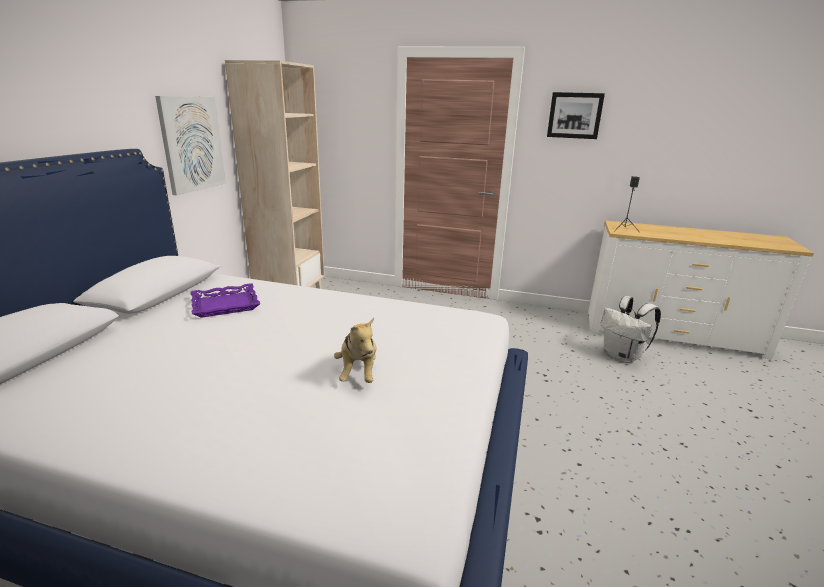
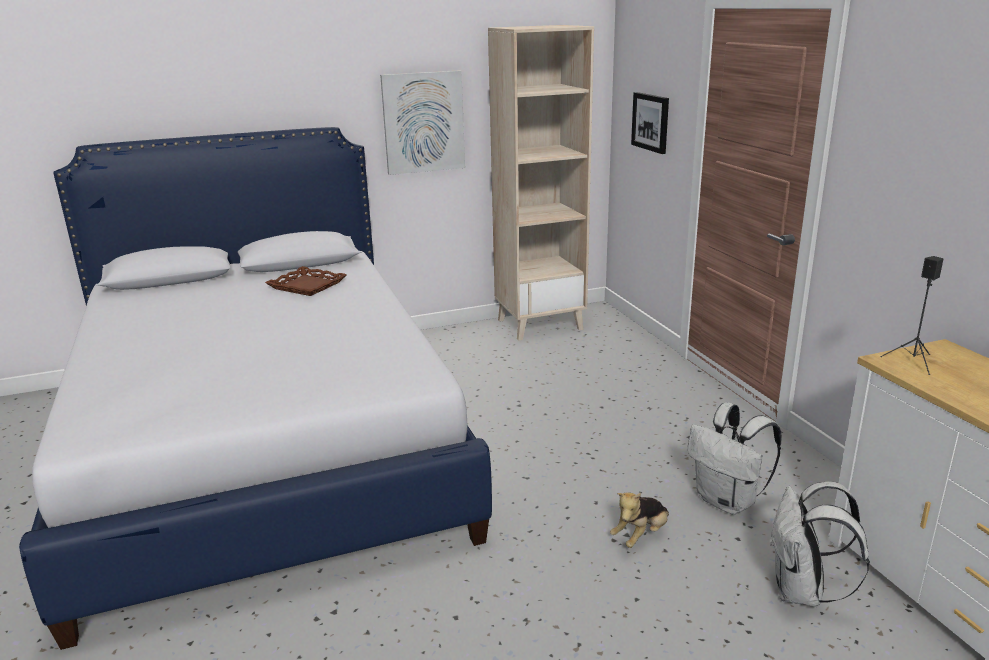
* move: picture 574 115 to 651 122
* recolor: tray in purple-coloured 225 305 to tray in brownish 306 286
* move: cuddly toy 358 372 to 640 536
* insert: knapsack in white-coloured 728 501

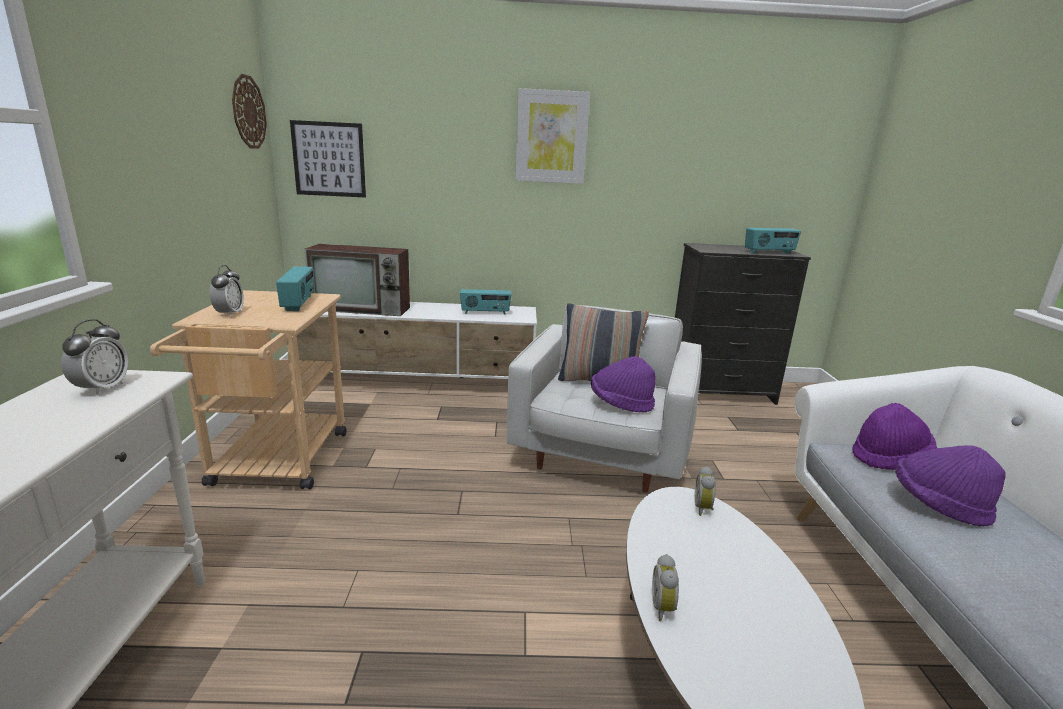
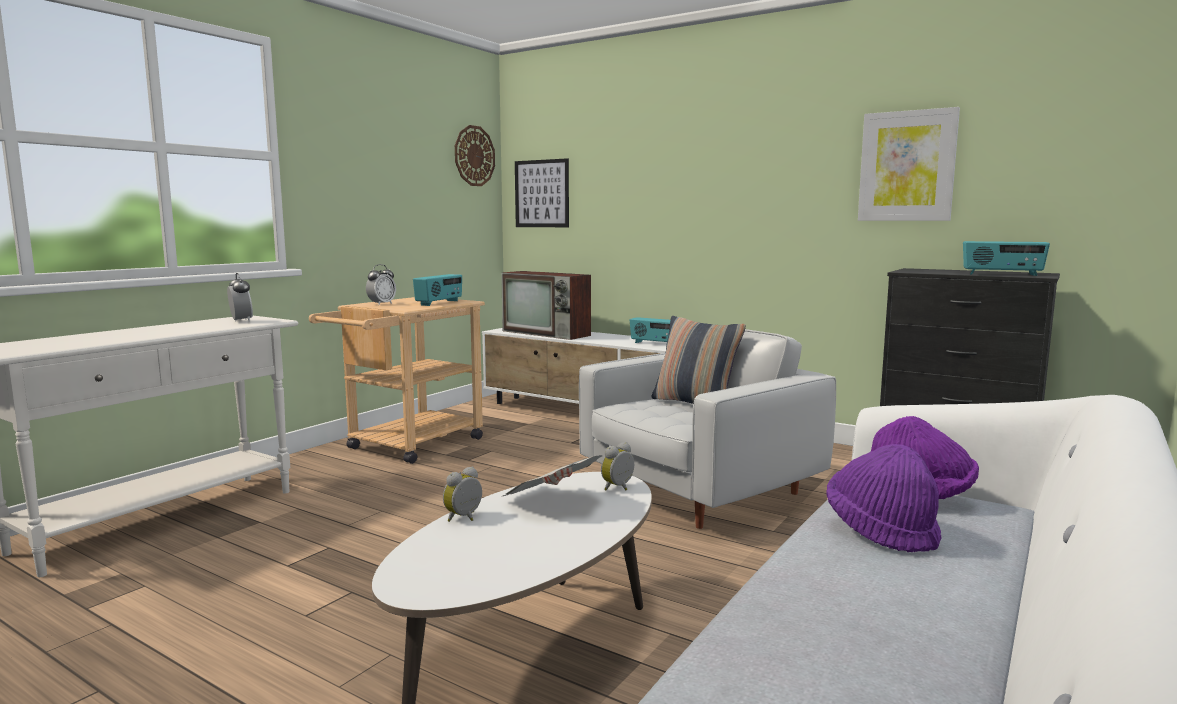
* move: picture 551 137 to 907 166
* rotate: bedside clock 102 388 = 241 321 75 degrees counterclockwise
* delete: wearable hat in purple-coloured 620 404
* insert: newspaper 551 502

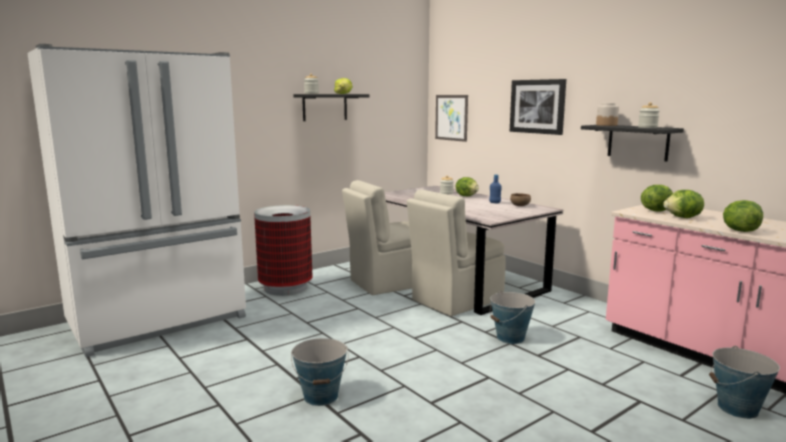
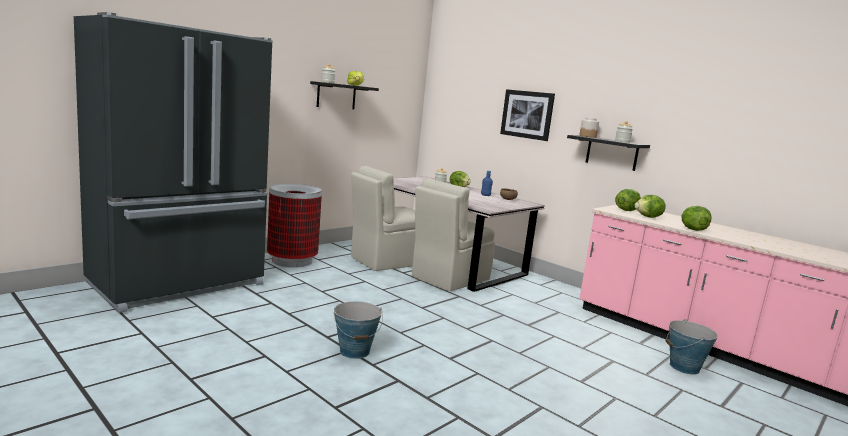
* recolor: kitchen fridge in white-coloured 159 321 to kitchen fridge in blackish 180 284
* delete: picture 451 117
* delete: pail 510 338

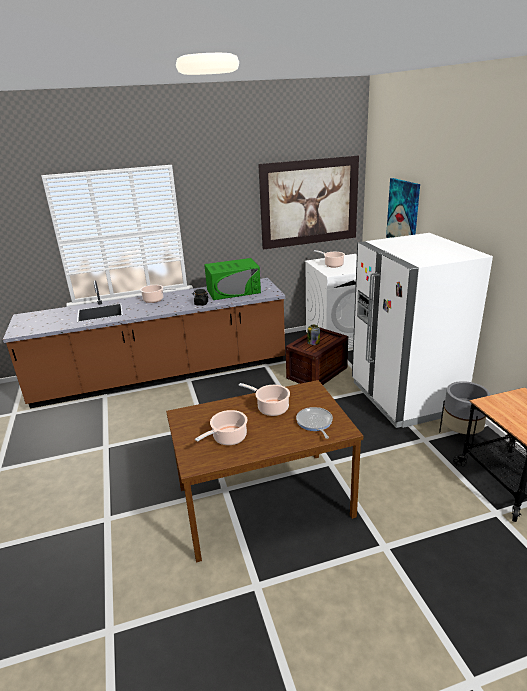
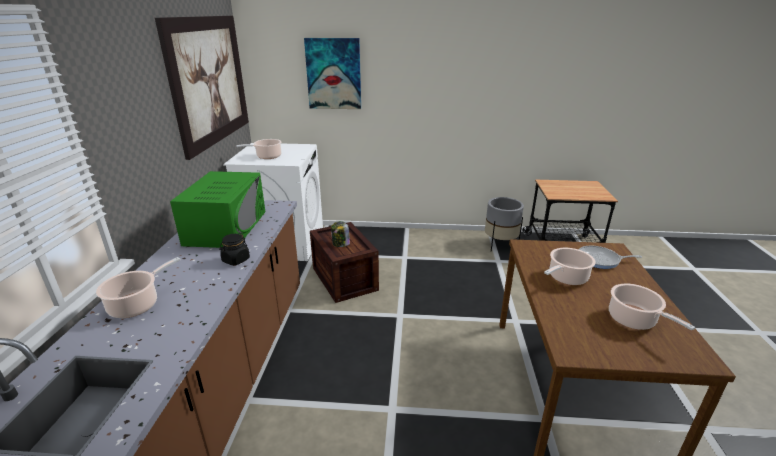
* delete: kitchen fridge in white-coloured 405 397

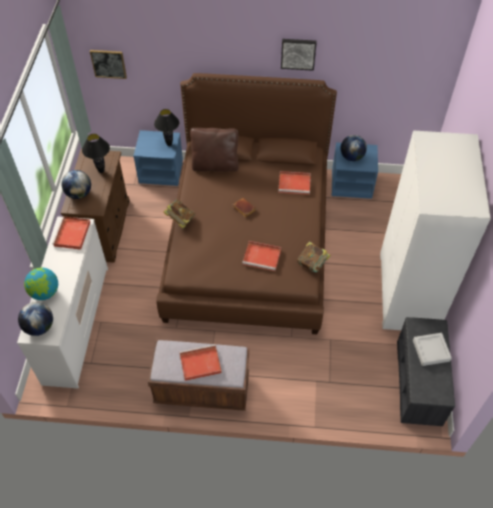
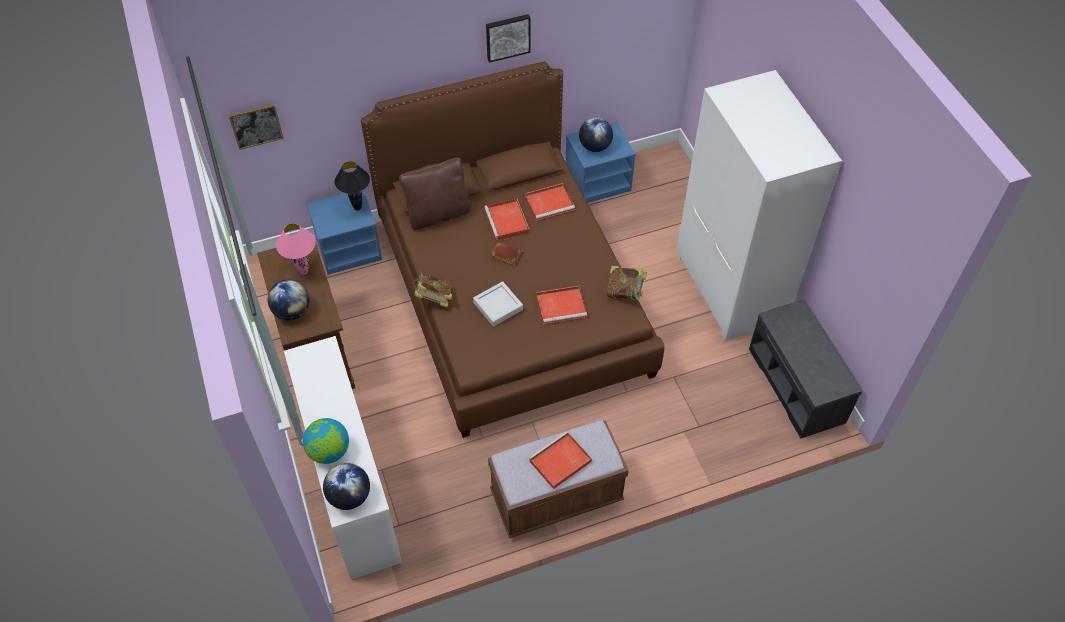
* recolor: tabletop lamp in blackish 101 171 to tabletop lamp in pink-coloured 304 272
* move: tray in reddish 72 235 to 508 221
* move: tray in grey 431 350 to 498 306

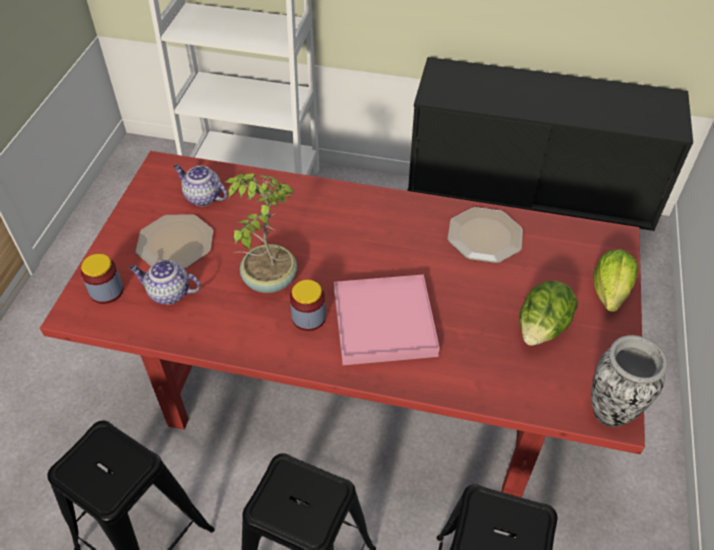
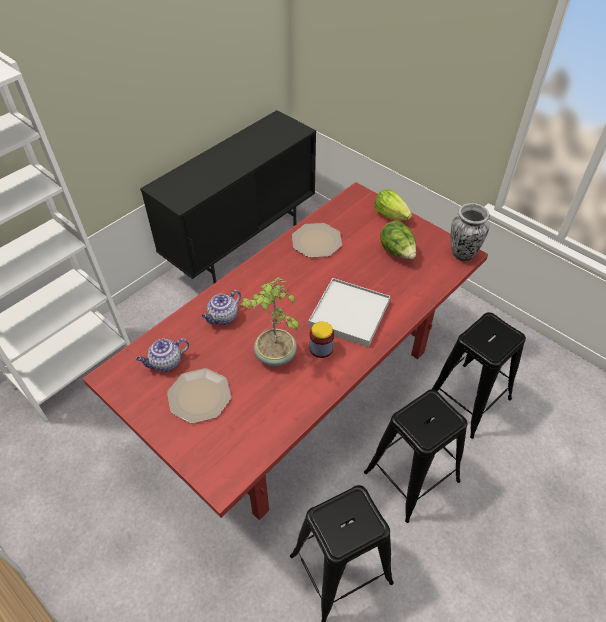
* delete: storage jar 107 291
* move: teapot 168 293 to 223 317
* recolor: tray in pink-coloured 384 323 to tray in white-coloured 349 314

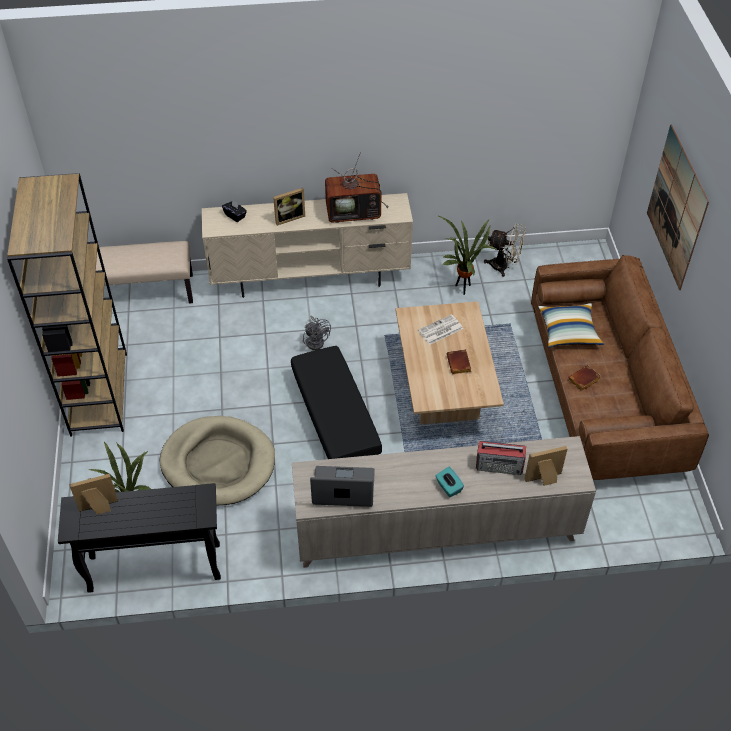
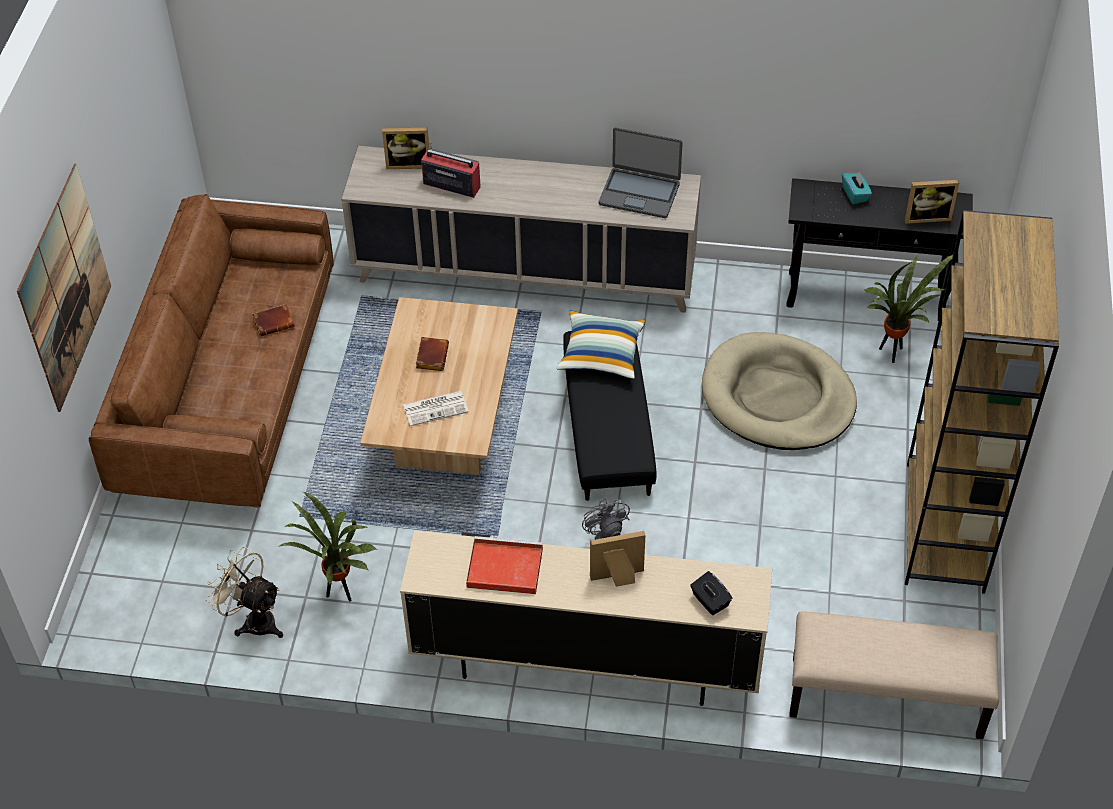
* replace: TV 354 211 to tray in reddish 503 568
* move: pillow 568 332 to 601 354
* move: tissue holder in turquoise-coloured 448 487 to 855 194

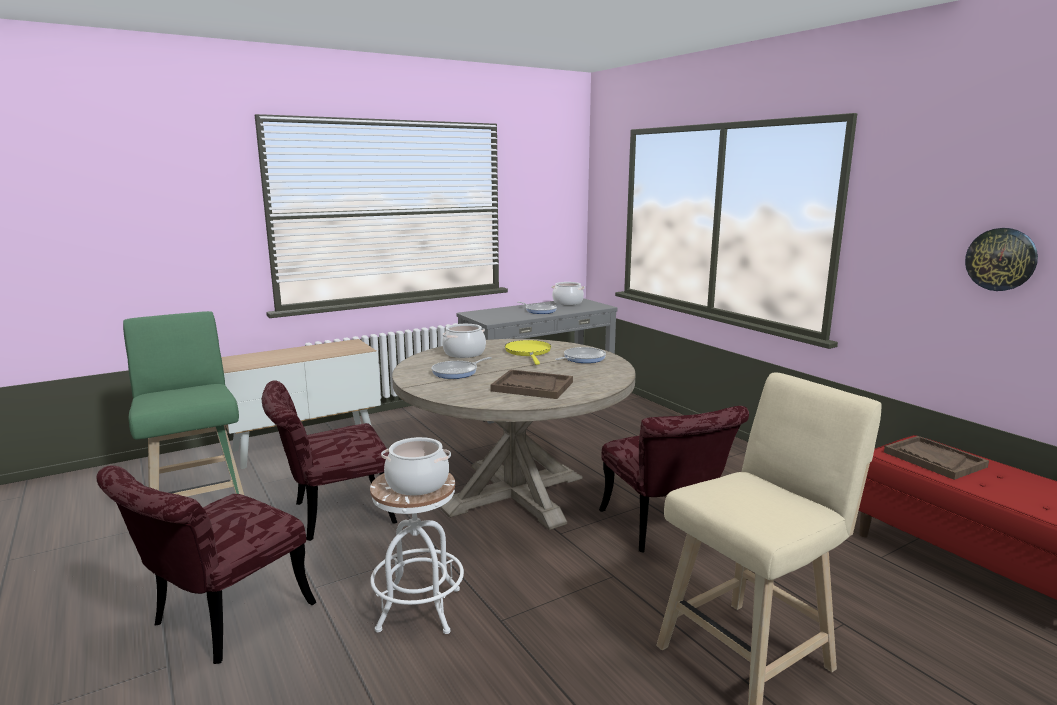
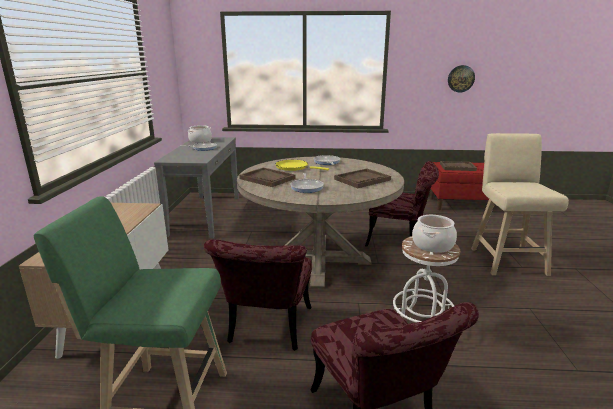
* replace: cooking pot 464 353 to tray in brownish 267 178

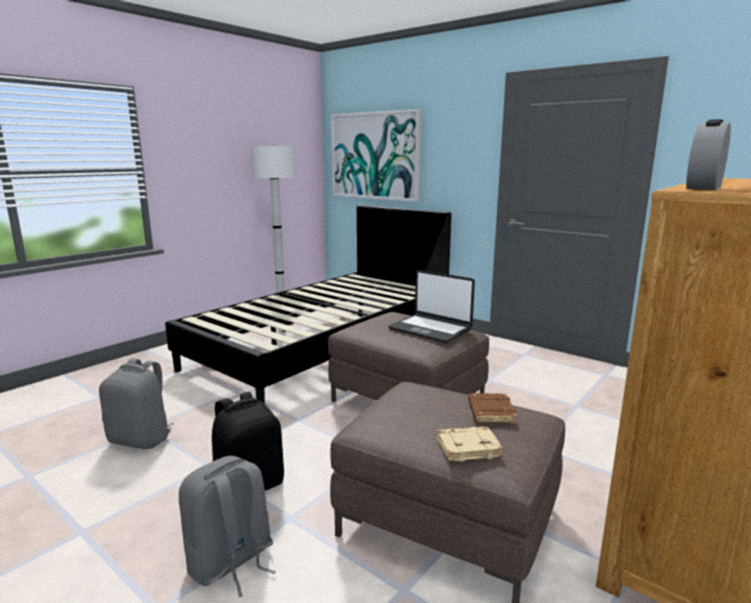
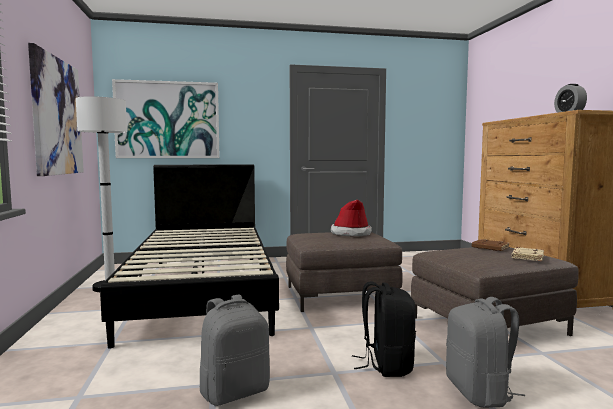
* replace: laptop 430 329 to wearable hat 351 233
* insert: picture 57 116

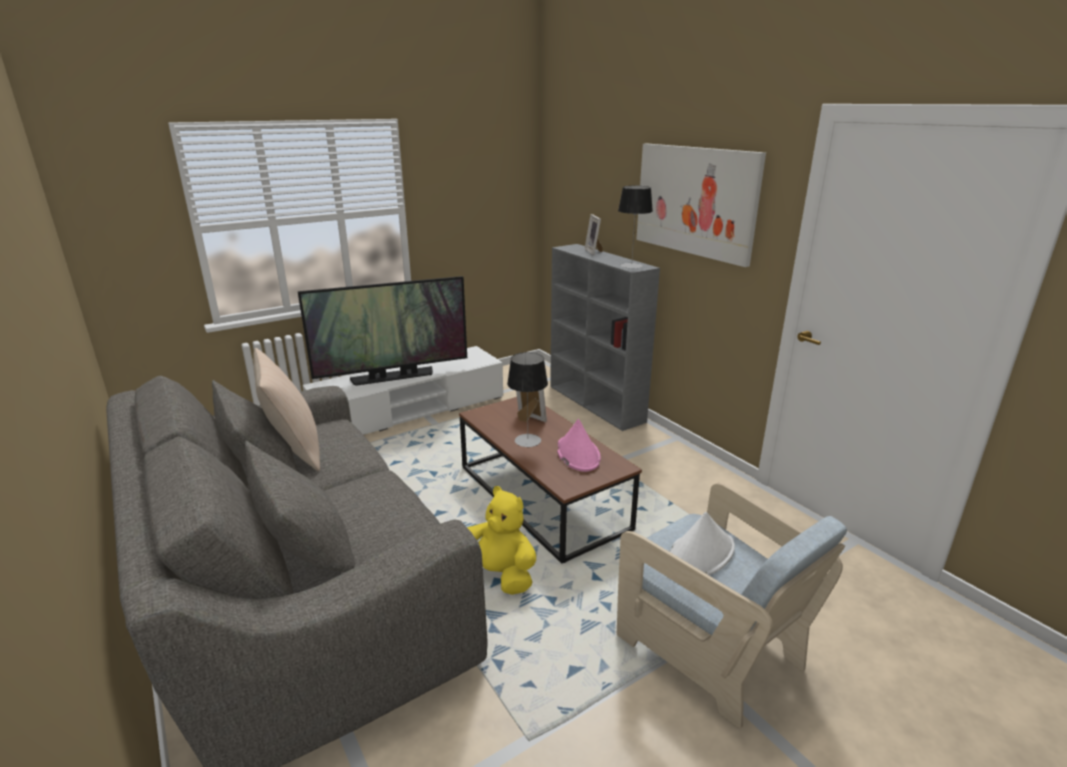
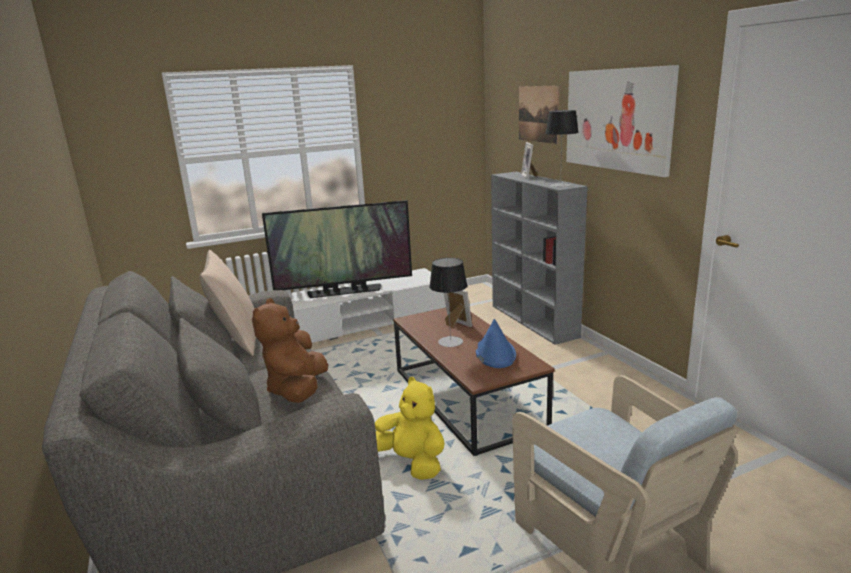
* recolor: wearable hat in pink-coloured 577 454 to wearable hat in blue 495 353
* delete: wearable hat in white-coloured 699 555
* insert: picture 538 114
* insert: cuddly toy in brownish 297 390

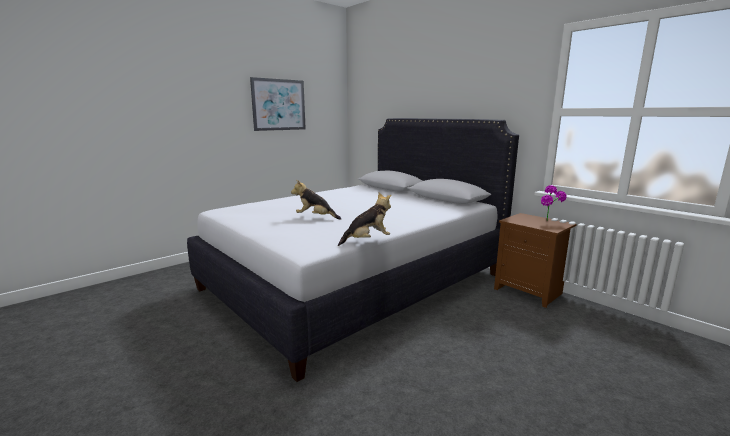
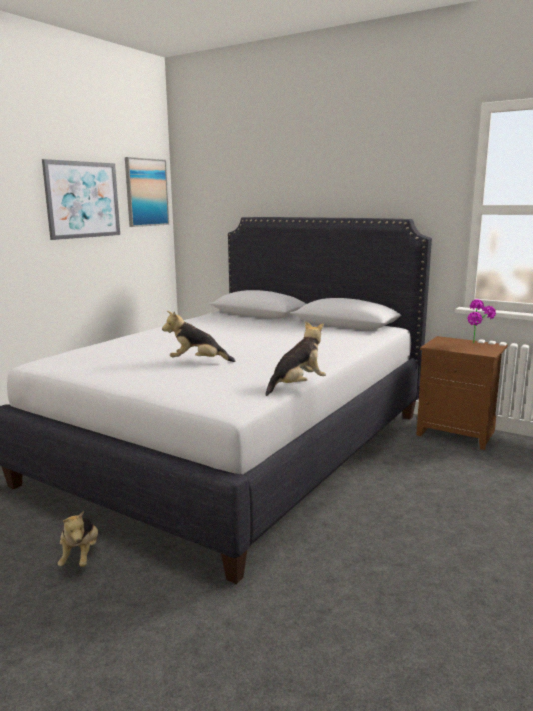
* insert: picture 146 192
* insert: cuddly toy 81 556

